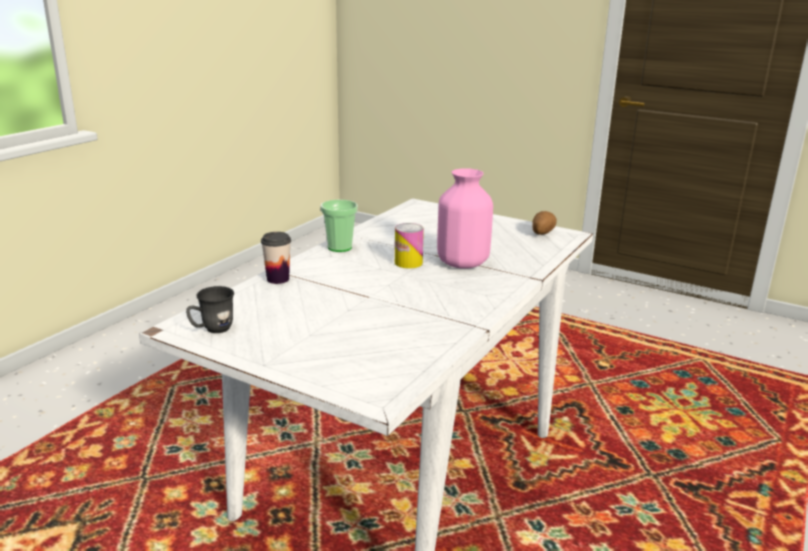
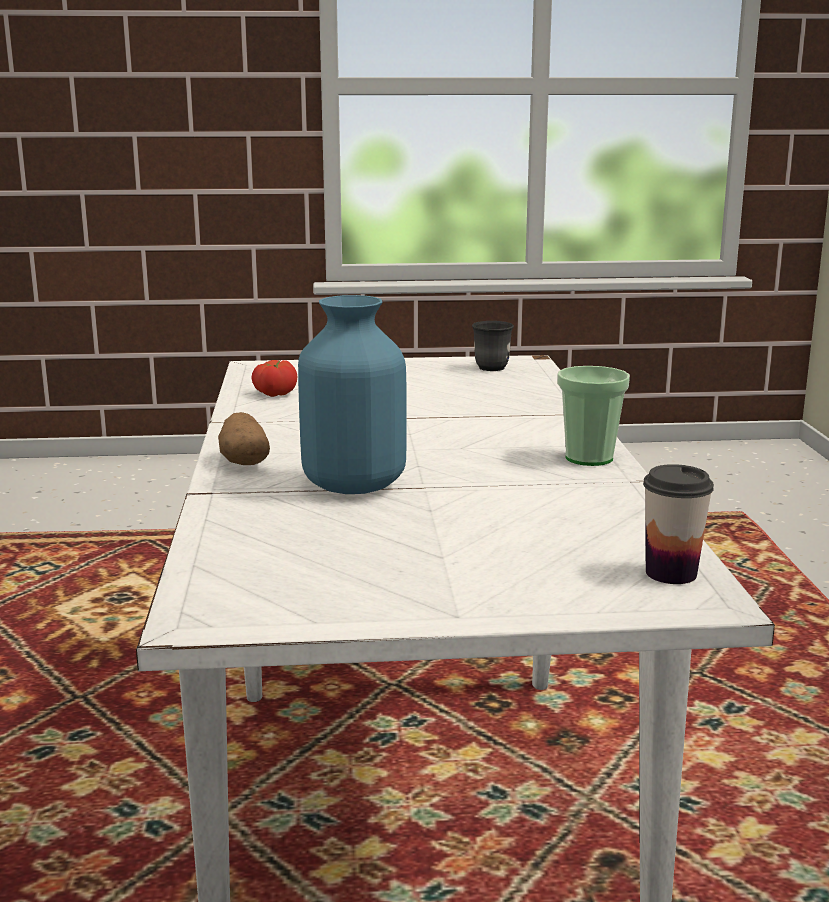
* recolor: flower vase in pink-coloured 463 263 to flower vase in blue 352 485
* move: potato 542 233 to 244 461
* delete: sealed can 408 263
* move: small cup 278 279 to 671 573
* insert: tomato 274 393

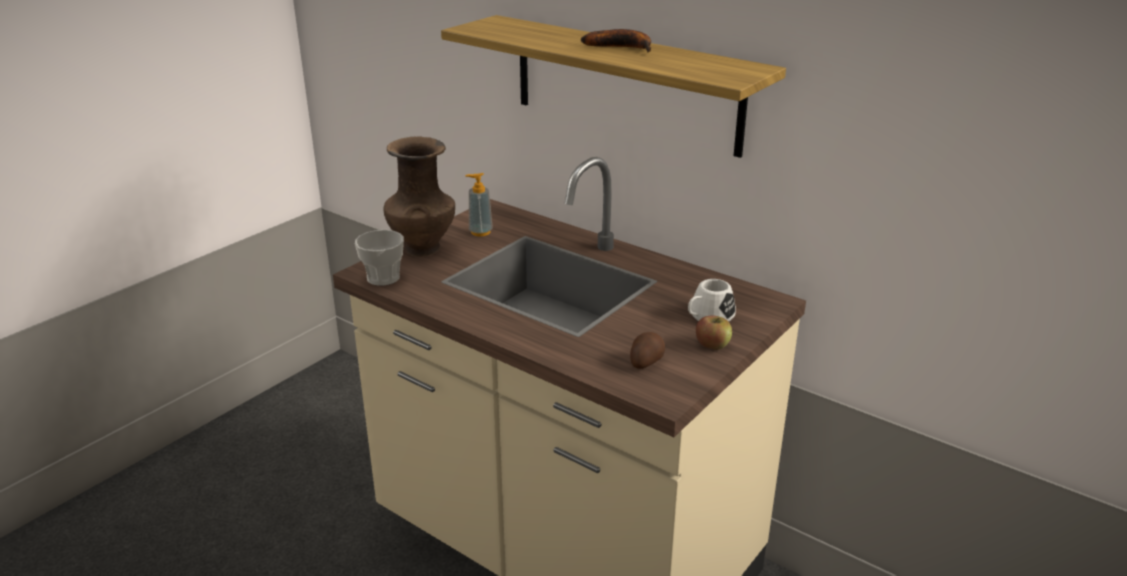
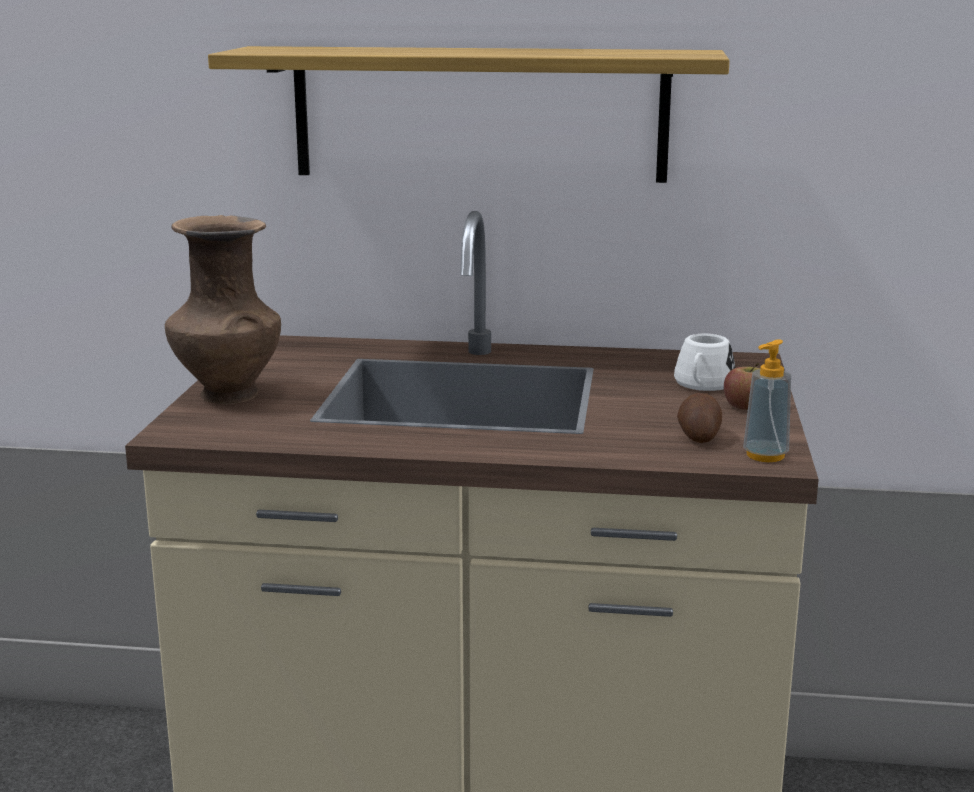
* delete: whole banana 622 47
* move: liquid soap bottle 480 232 to 765 455
* delete: small cup 383 278

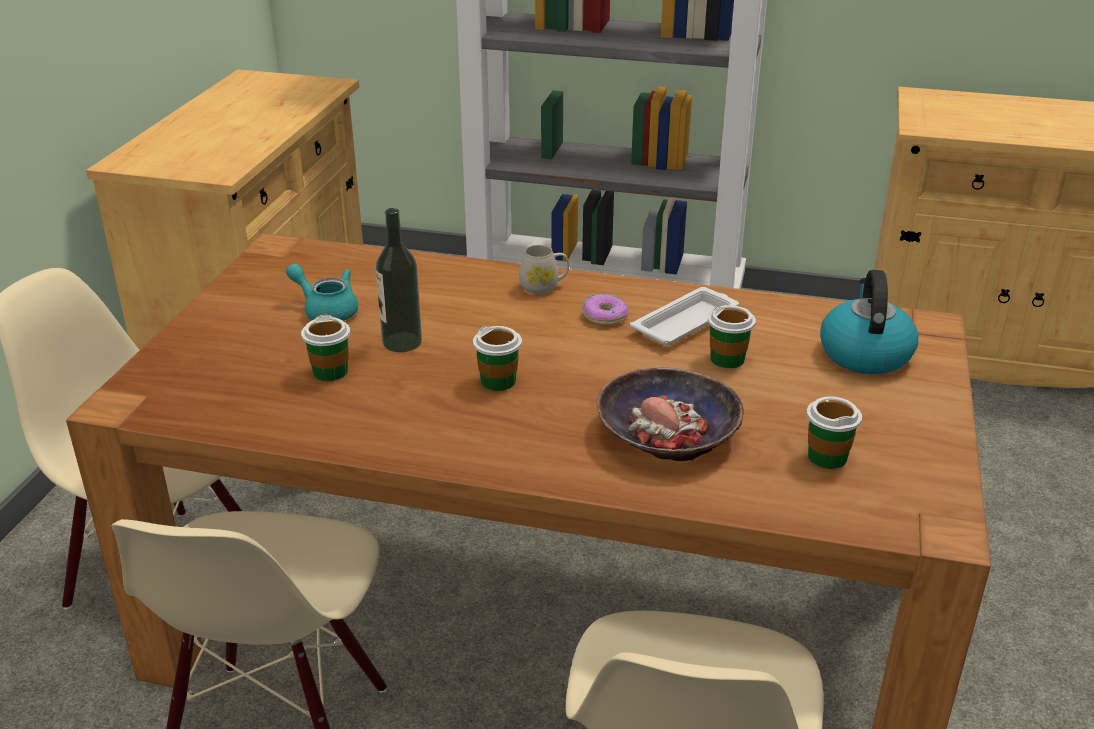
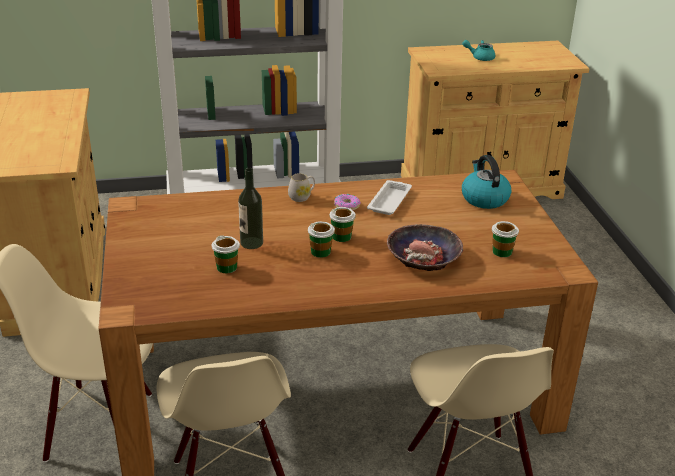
* move: teapot in turquoise-coloured 326 310 to 479 57
* move: small cup 727 359 to 341 237

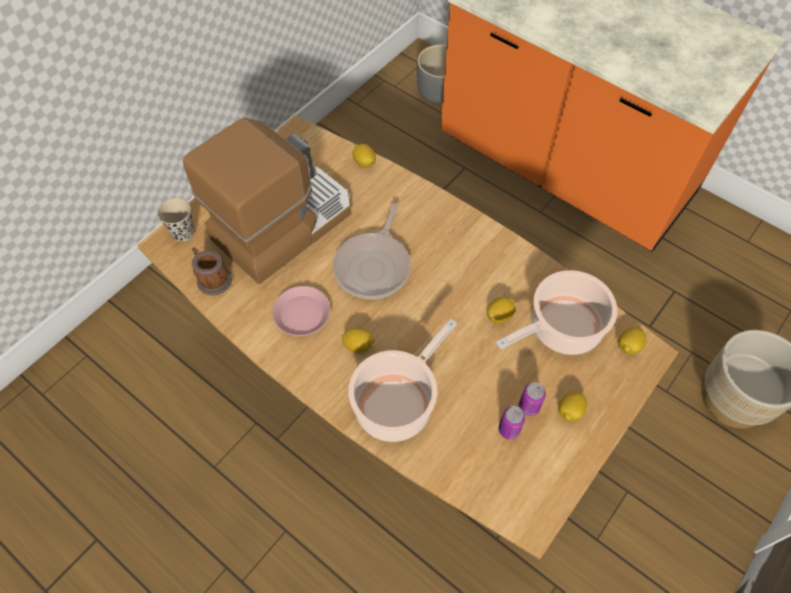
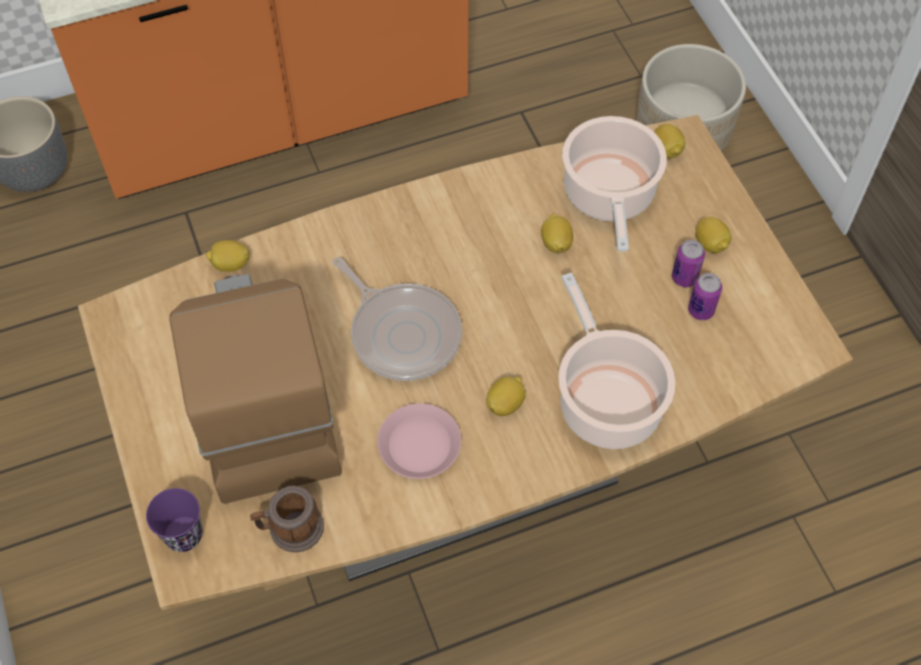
* recolor: small cup in sand-coloured 183 232 to small cup in purple-coloured 184 535

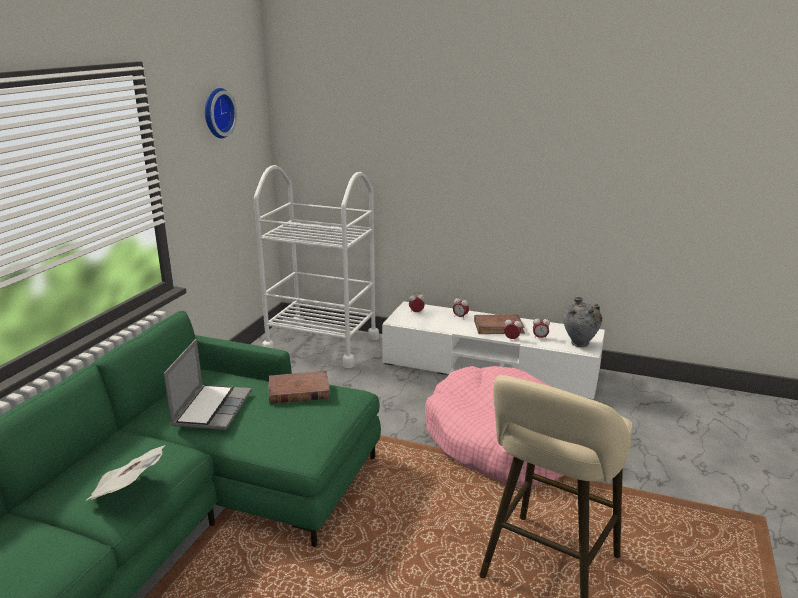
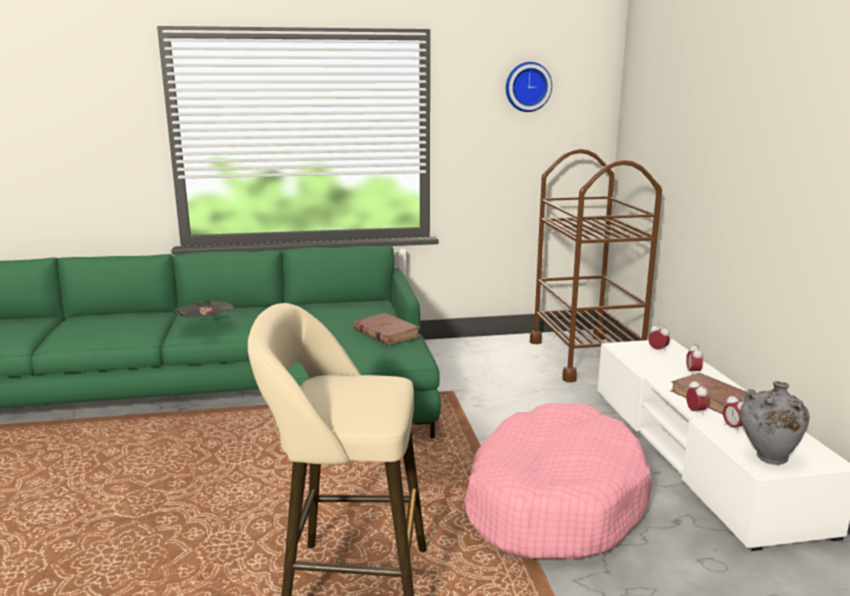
* recolor: cart in white-coloured 322 344 to cart in brownish 585 357
* delete: laptop 211 408

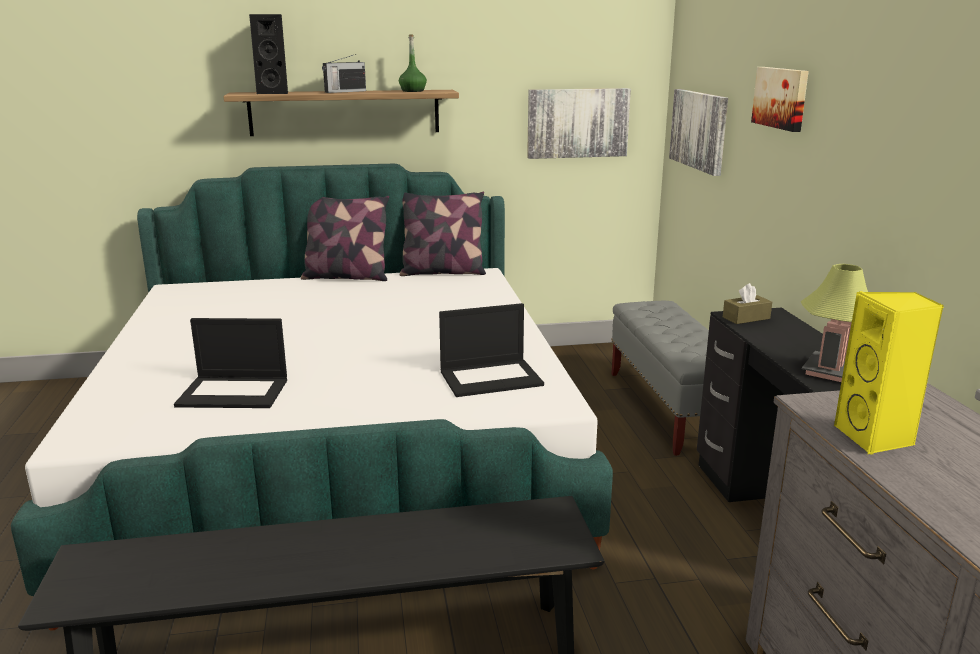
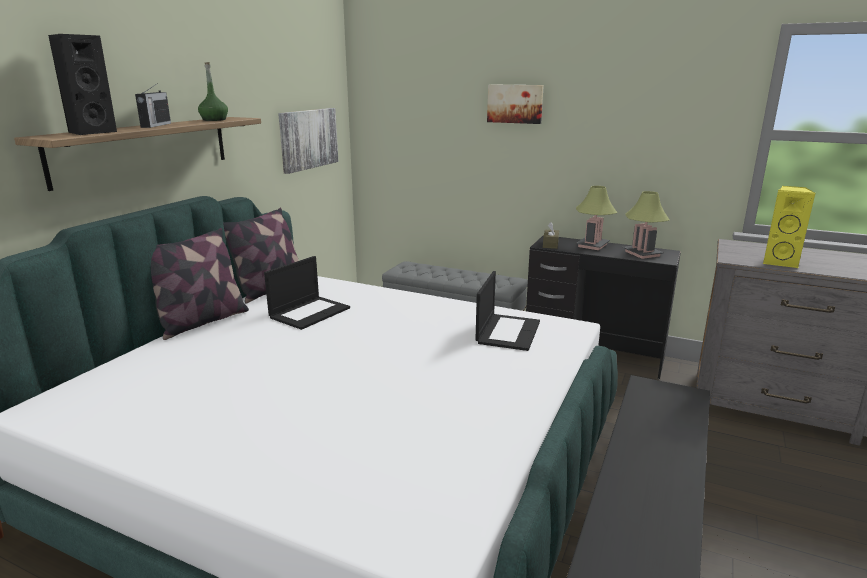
* delete: picture 699 130
* move: laptop 235 392 to 310 312
* insert: tabletop lamp 592 245

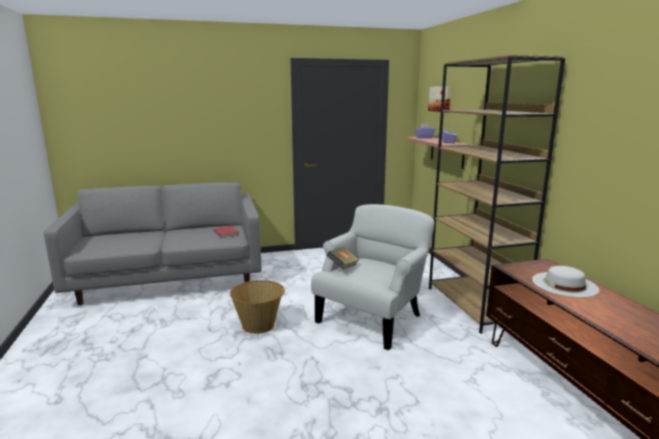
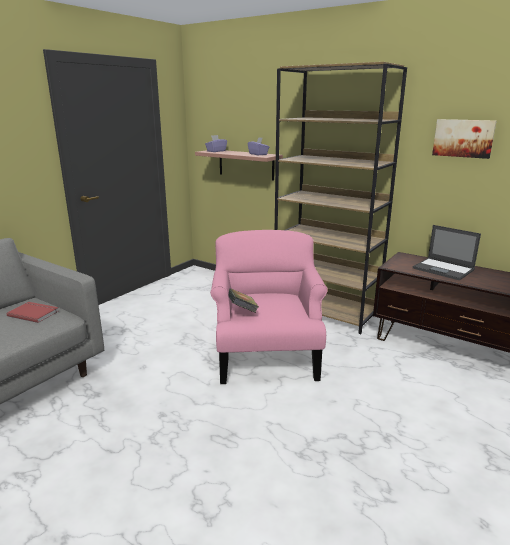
* move: picture 440 99 to 463 138
* recolor: lounge chair in white-coloured 372 318 to lounge chair in pink-coloured 266 356
* replace: wearable hat in white-coloured 564 284 to laptop 444 269
* delete: household basket 259 325

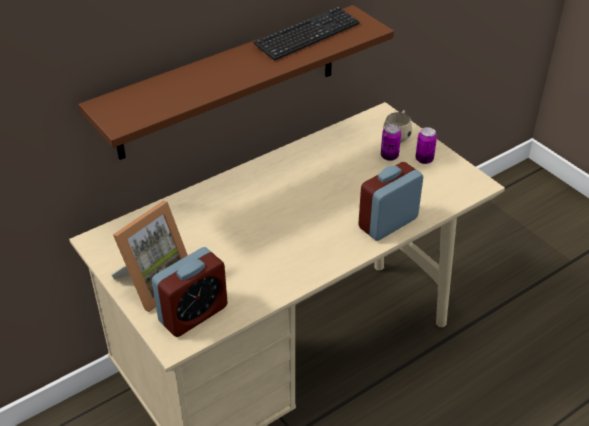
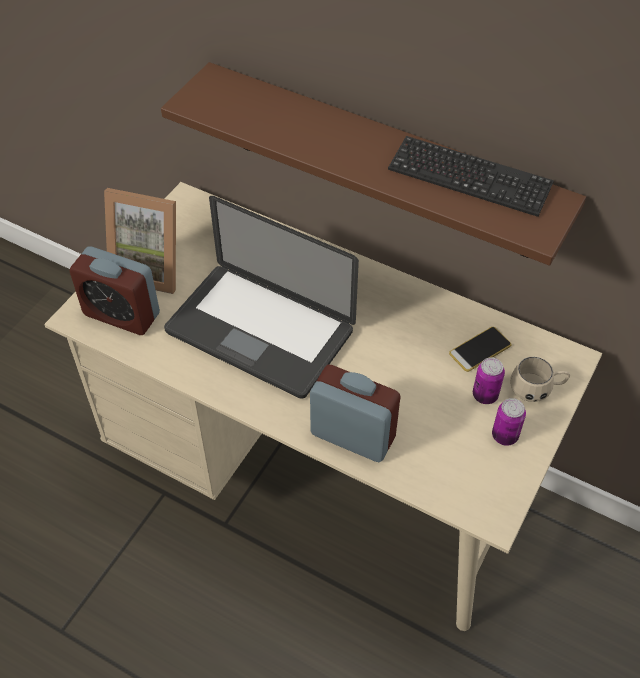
* insert: laptop 259 331
* insert: telephone 480 349

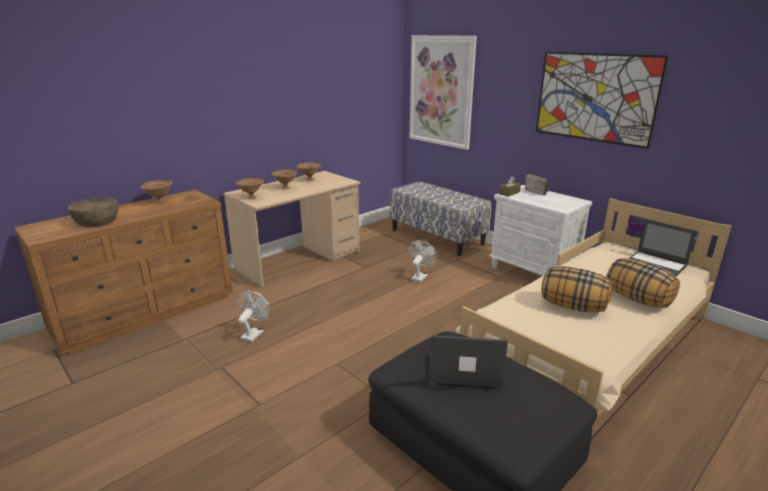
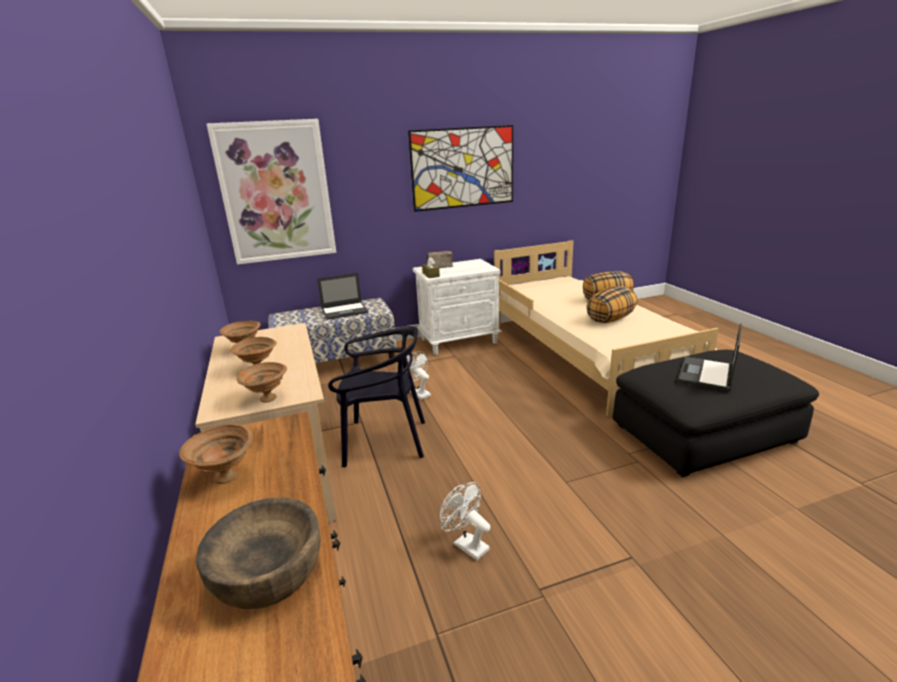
* move: laptop 656 265 to 345 311
* insert: upright chair in blackish 384 441

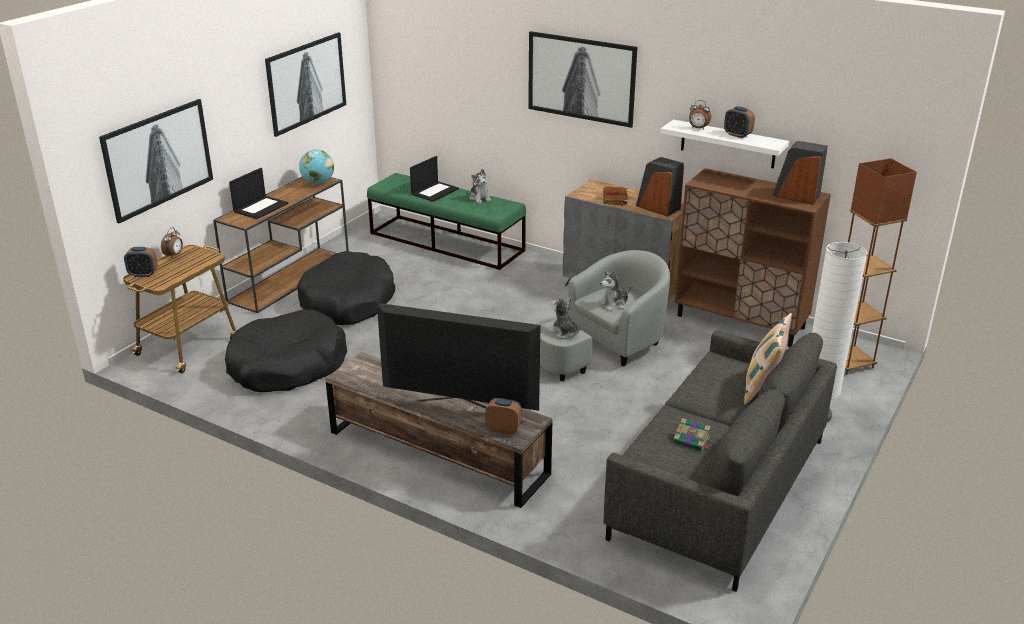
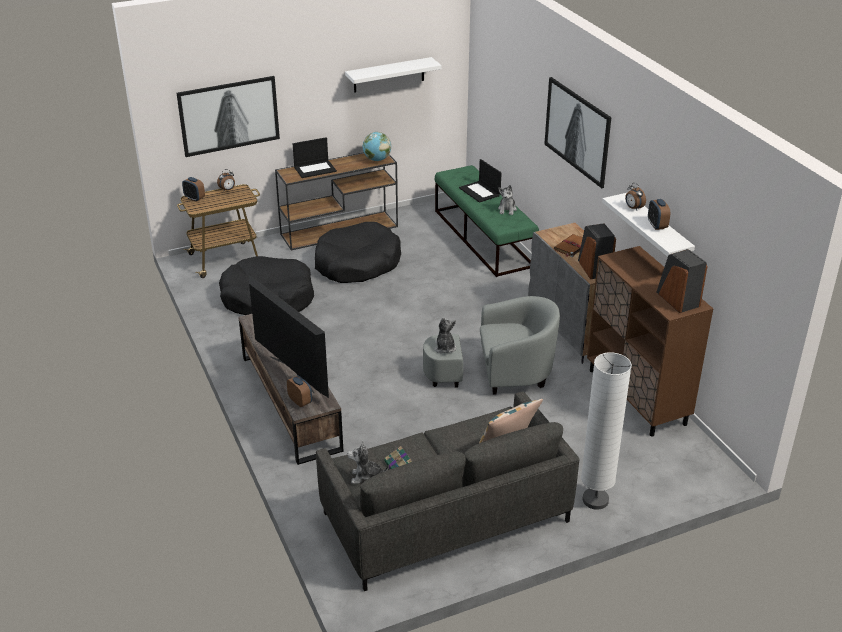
* replace: picture 305 82 to bracket shelf in white-coloured 389 75
* rotate: laptop 435 191 = 480 192 75 degrees clockwise
* delete: floor lamp in brownish 849 363
* move: cuddly toy 614 304 to 366 477

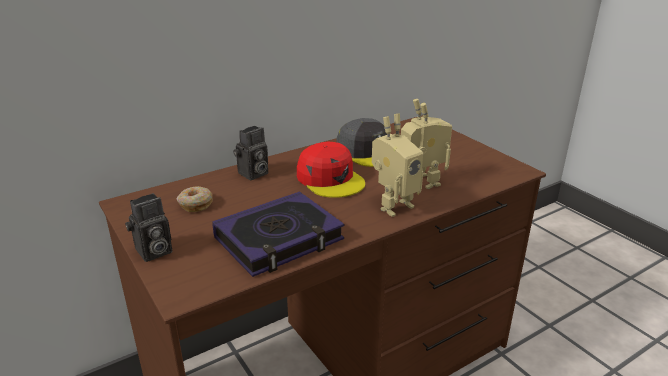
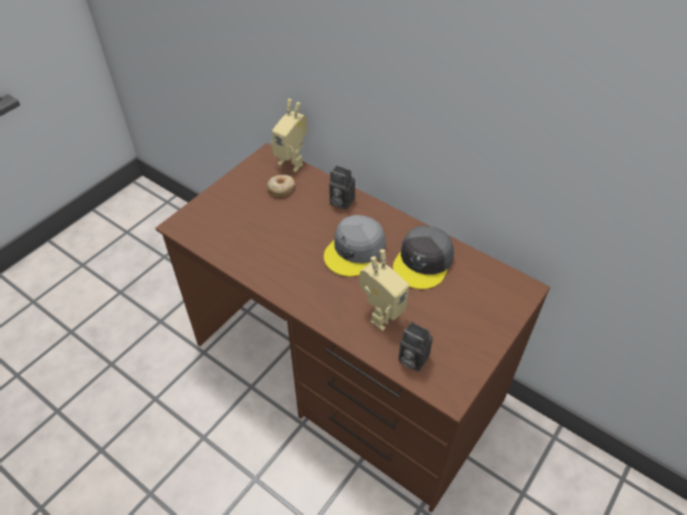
* move: toy robot 393 205 to 293 162
* recolor: baseball cap in reddish 330 179 to baseball cap in grey 355 251
* delete: book 279 239
* move: still camera 153 252 to 411 359

